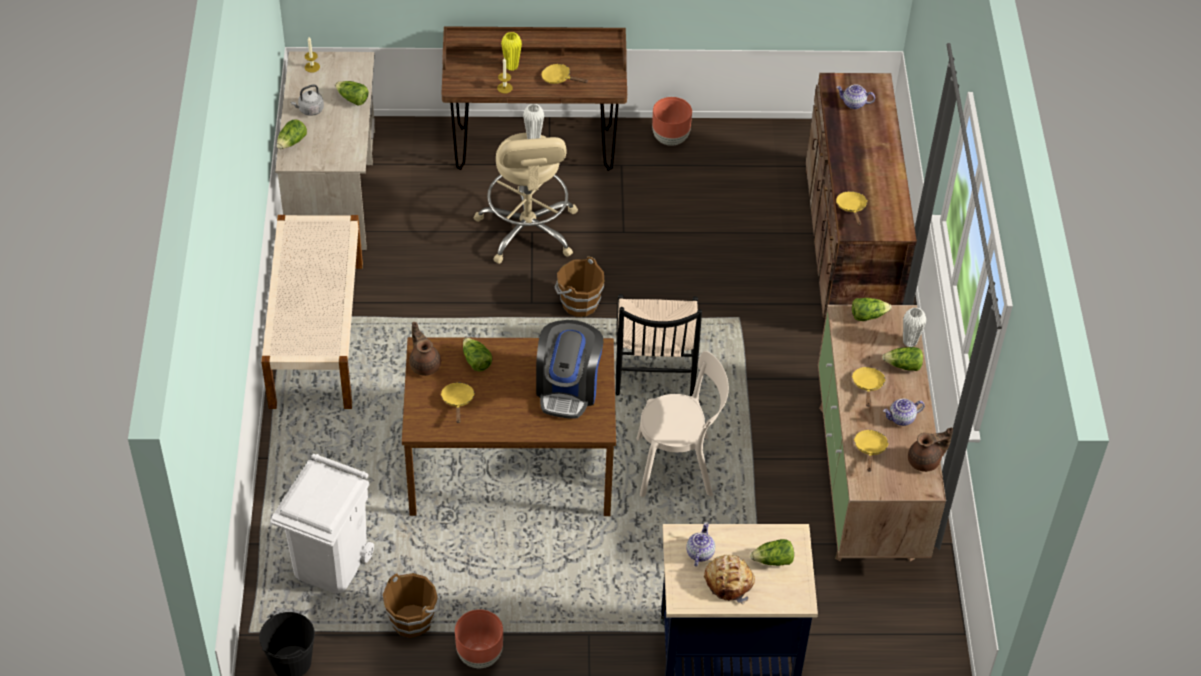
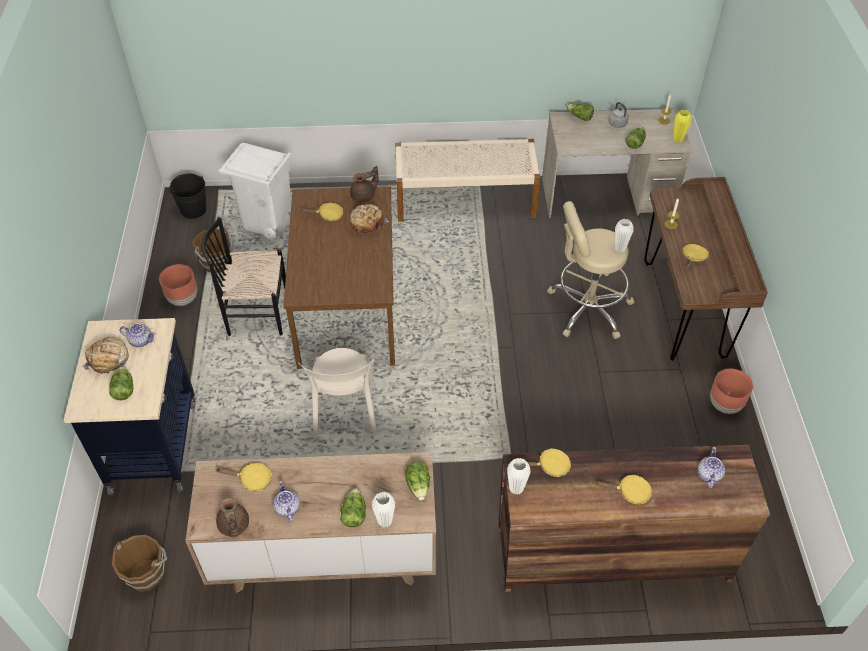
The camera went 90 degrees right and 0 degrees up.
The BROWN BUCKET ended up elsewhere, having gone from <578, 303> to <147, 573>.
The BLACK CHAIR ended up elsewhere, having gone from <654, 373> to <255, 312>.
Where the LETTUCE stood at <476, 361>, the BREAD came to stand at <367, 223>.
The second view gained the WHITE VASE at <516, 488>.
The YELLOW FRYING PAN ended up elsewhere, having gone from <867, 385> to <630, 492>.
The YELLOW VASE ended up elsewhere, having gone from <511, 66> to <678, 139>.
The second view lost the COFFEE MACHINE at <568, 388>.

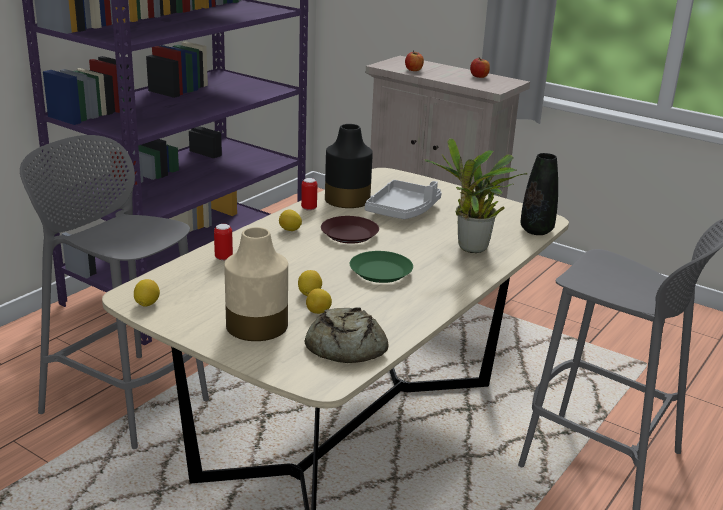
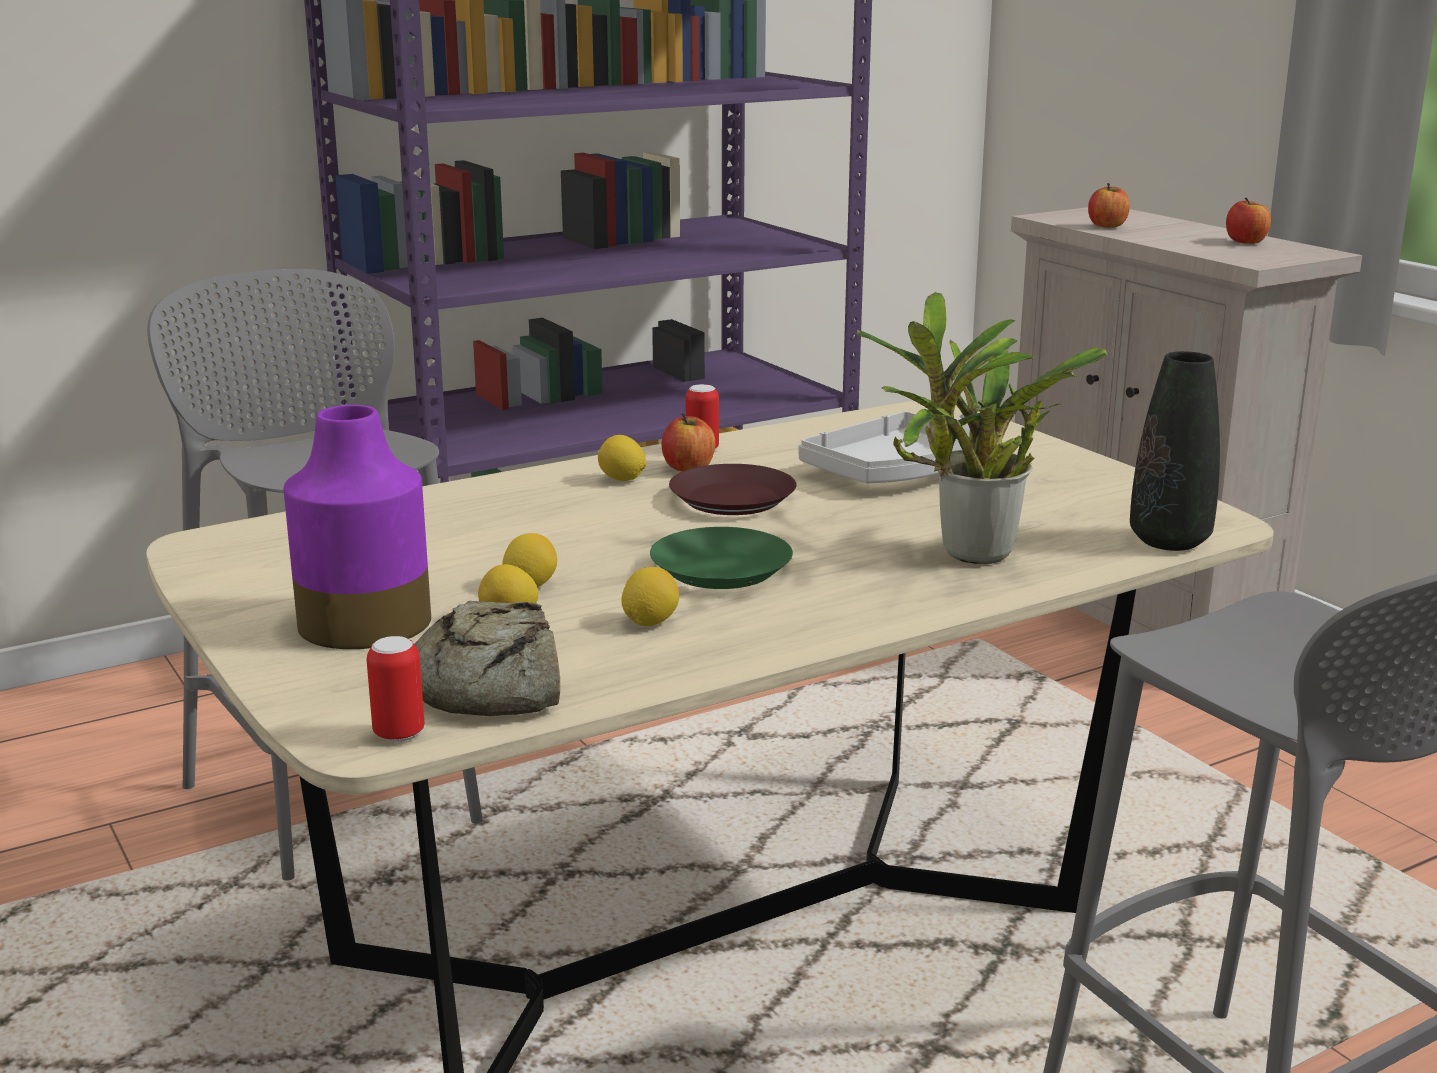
The camera went 25 degrees right and 5 degrees down.
What was the BEIGE VASE at <256, 325> turned into the PURPLE VASE at <363, 621>.
The CAN ended up elsewhere, having gone from <223, 258> to <399, 734>.
The LEMON ended up elsewhere, having gone from <147, 304> to <650, 622>.
The second view gained the APPLE at <688, 468>.
The second view lost the BLACK VASE at <347, 199>.

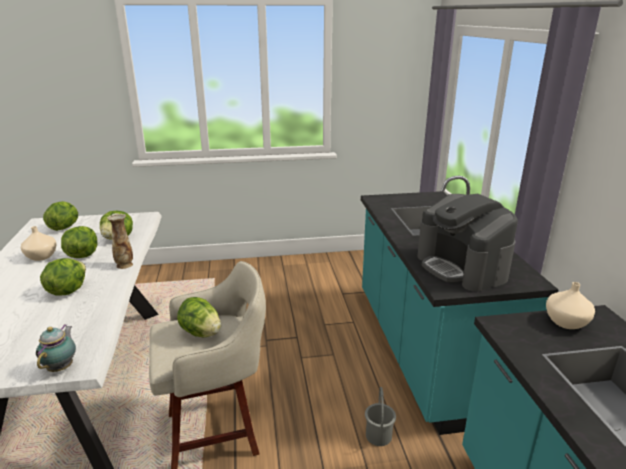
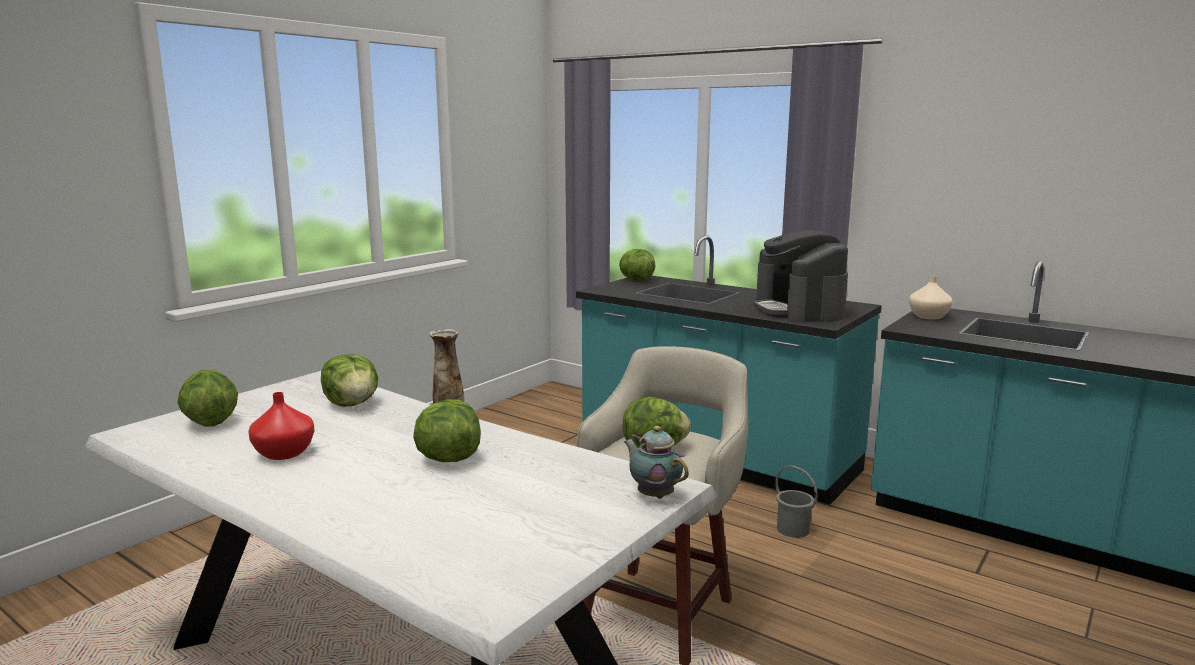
The camera went 45 degrees left and 10 degrees down.
What was the BEIGE VASE at <41, 256> turned into the RED VASE at <282, 453>.
The LETTUCE ended up elsewhere, having gone from <82, 255> to <635, 280>.
The COFFEE MACHINE at <462, 267> ended up facing another way, 60 degrees clockwise from before.

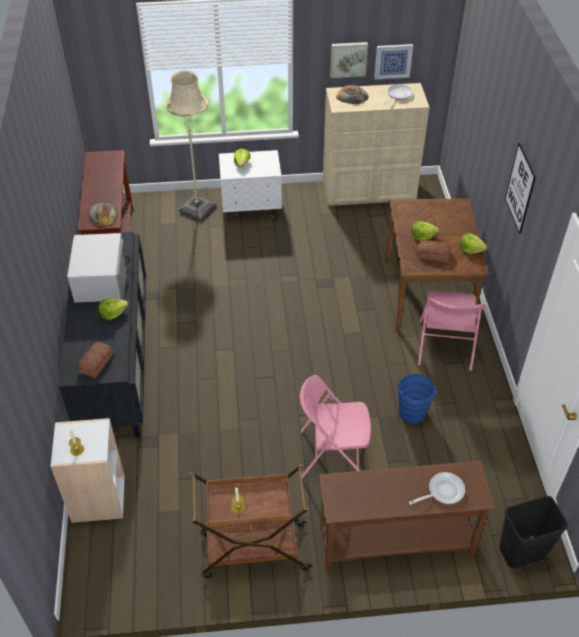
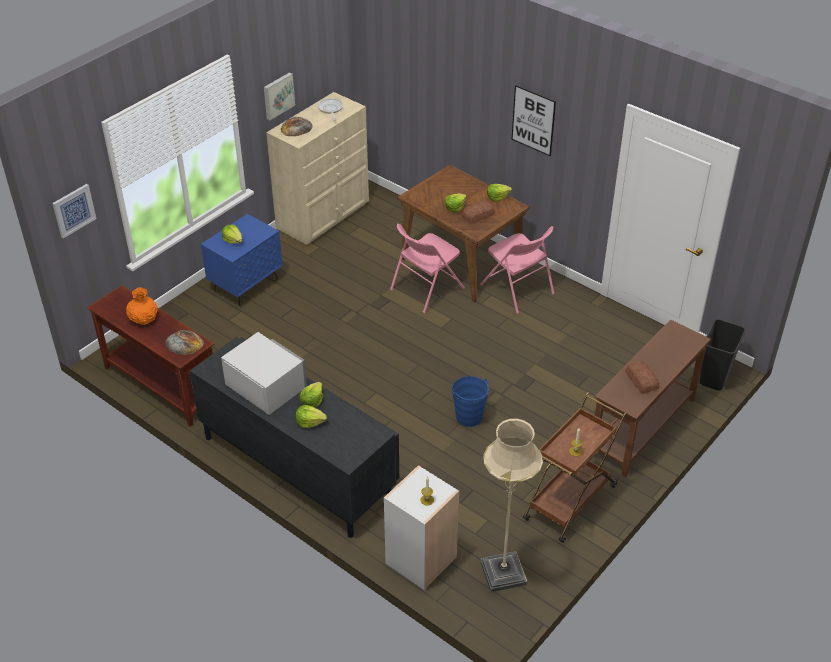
The camera went 45 degrees left and 5 degrees down.
The PICTURE ended up elsewhere, having gone from <393, 61> to <73, 210>.
The second view gained the ORANGE VASE at <144, 320>.
What was the WHITE NIGHTSTAND at <251, 209> turned into the BLUE NIGHTSTAND at <246, 285>.
The second view gained the LETTUCE at <310, 422>.
The PINK CHAIR ended up elsewhere, having gone from <333, 454> to <427, 289>.
The BLUE BUCKET ended up elsewhere, having gone from <412, 413> to <469, 417>.
The BEIGE FLOOR LAMP ended up elsewhere, having gone from <197, 209> to <503, 573>.
The BREAD ended up elsewhere, having gone from <97, 362> to <642, 380>.
The second view lost the FRYING PAN at <443, 491>.

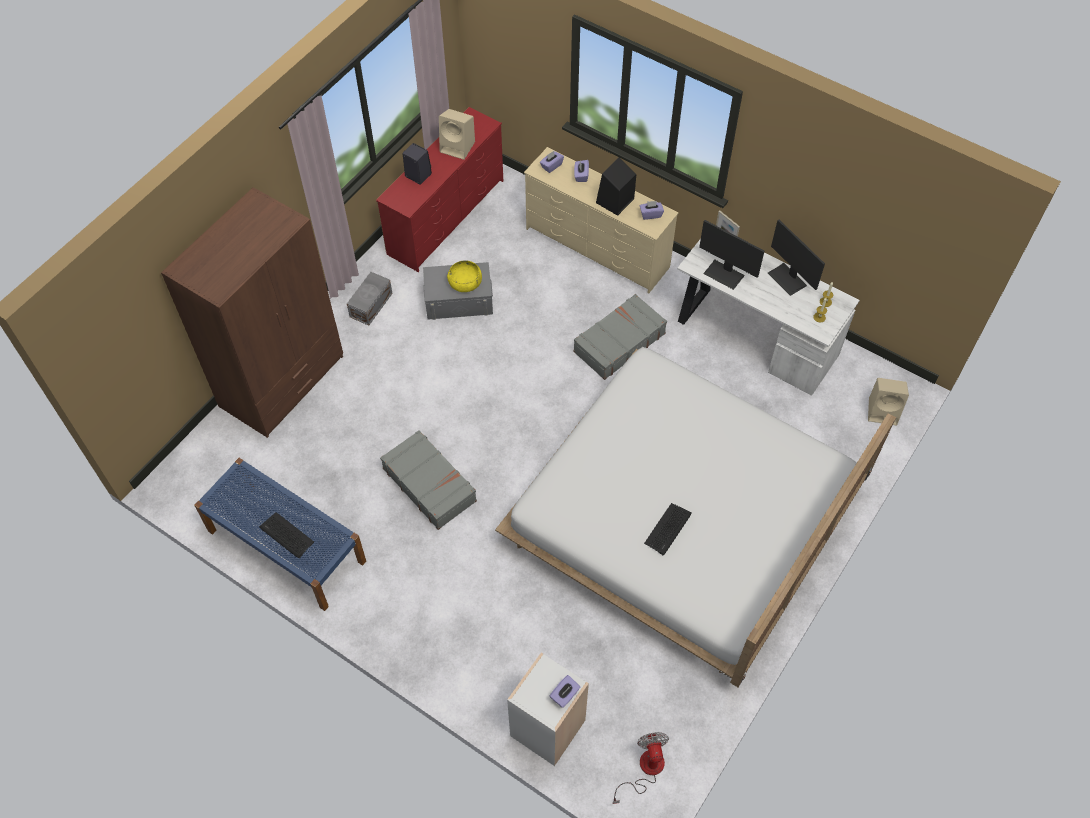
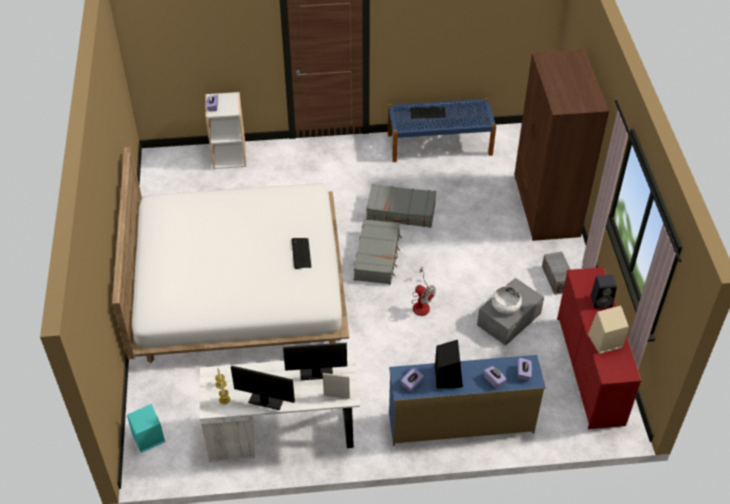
The camera went 140 degrees right and 10 degrees down.
What was the BEIGE SPEAKER at <883, 411> turned into the TURQUOISE SPEAKER at <147, 438>.
The KEYBOARD ended up elsewhere, having gone from <668, 529> to <301, 253>.
The GREY SUITCASE ended up elsewhere, having gone from <618, 342> to <377, 257>.
What was the BEIGE DRESSER at <596, 248> turned into the BLUE DRESSER at <461, 422>.
The FAN ended up elsewhere, having gone from <645, 770> to <421, 303>.
What was the YELLOW BOWL at <465, 282> turned into the WHITE BOWL at <506, 305>.

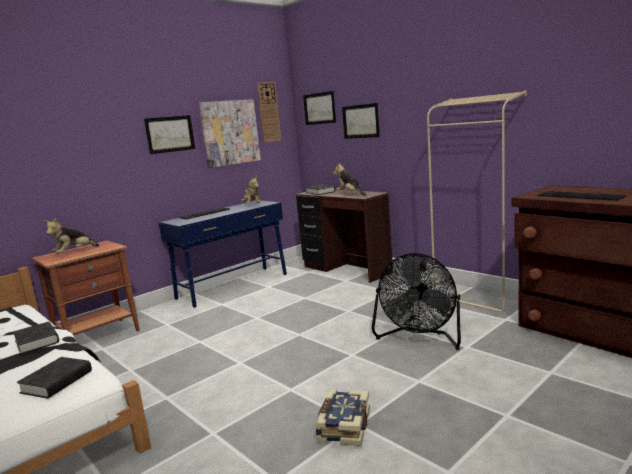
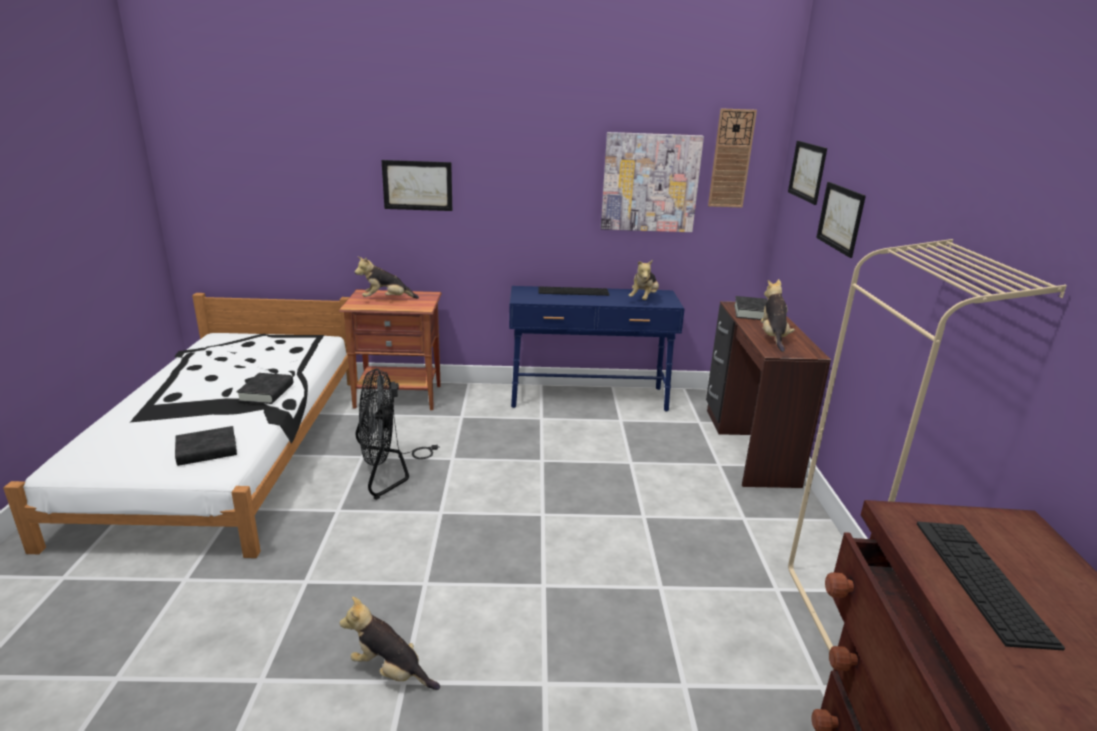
The camera went 40 degrees right and 10 degrees up.
Where the BOOK stood at <343, 426>, the PLUSH TOY came to stand at <390, 671>.
The BLACK FAN ended up elsewhere, having gone from <417, 336> to <389, 467>.
The PICTURE ended up elsewhere, having gone from <170, 134> to <417, 185>.

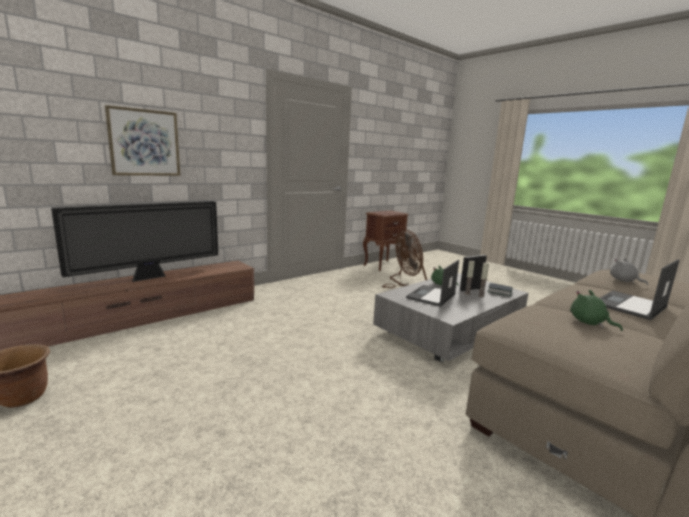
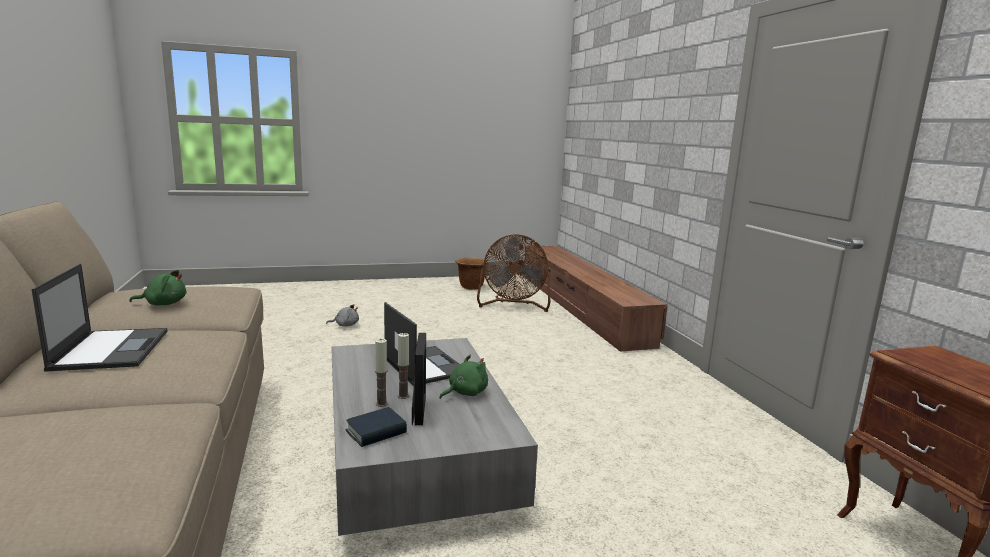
The camera went 115 degrees right and 0 degrees up.
The GREY PLUSH TOY ended up elsewhere, having gone from <624, 281> to <345, 325>.
The BROWN FAN ended up elsewhere, having gone from <402, 282> to <511, 305>.
The second view lost the TELEVISION at <150, 277>.
The second view lost the PICTURE at <144, 143>.

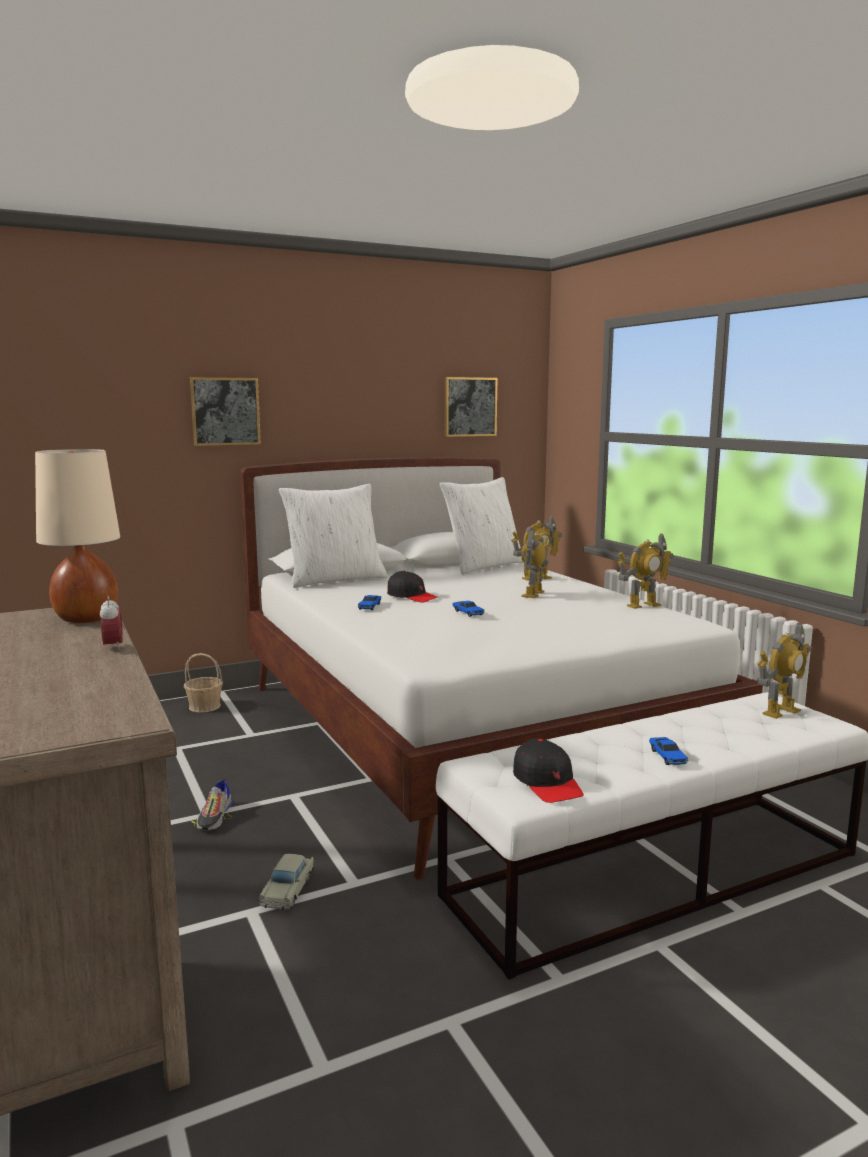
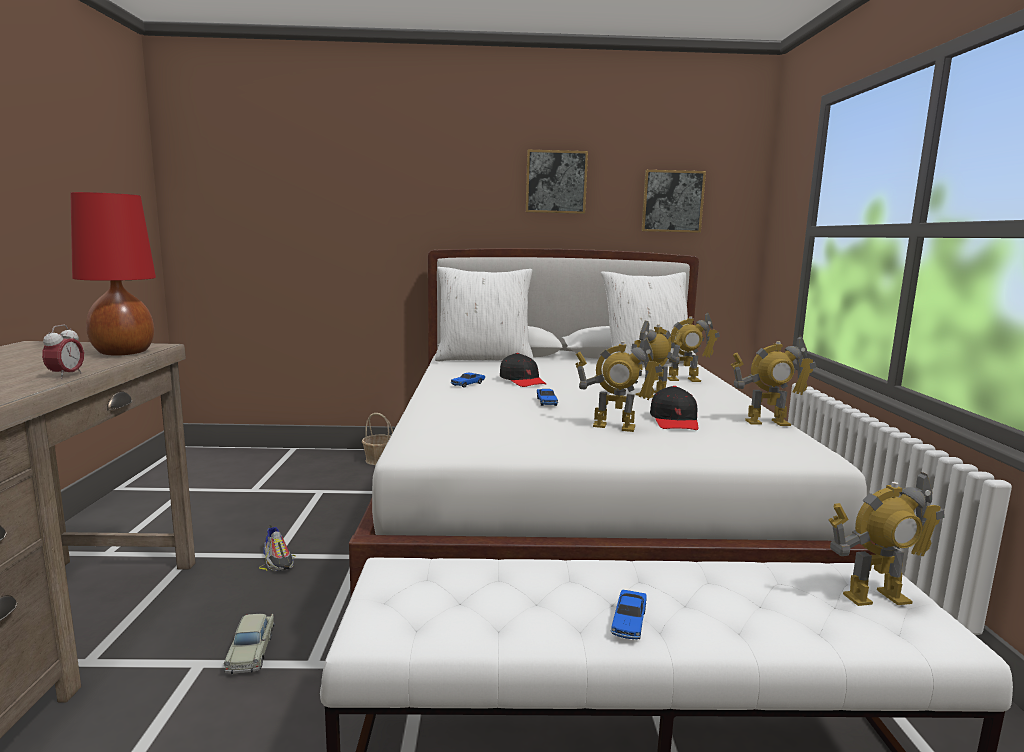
The camera went 25 degrees right and 0 degrees up.
What was the BEIGE TABLE LAMP at <86, 618> turned into the RED TABLE LAMP at <124, 352>.
The BEIGE TOY CAR at <288, 890> ended up facing another way, 45 degrees counterclockwise from before.
The SHOE at <215, 817> ended up facing another way, 60 degrees counterclockwise from before.
The PICTURE ended up elsewhere, having gone from <225, 411> to <556, 182>.
The second view gained the TOY ROBOT at <614, 426>.
The BLACK CAP ended up elsewhere, having gone from <547, 783> to <674, 421>.

